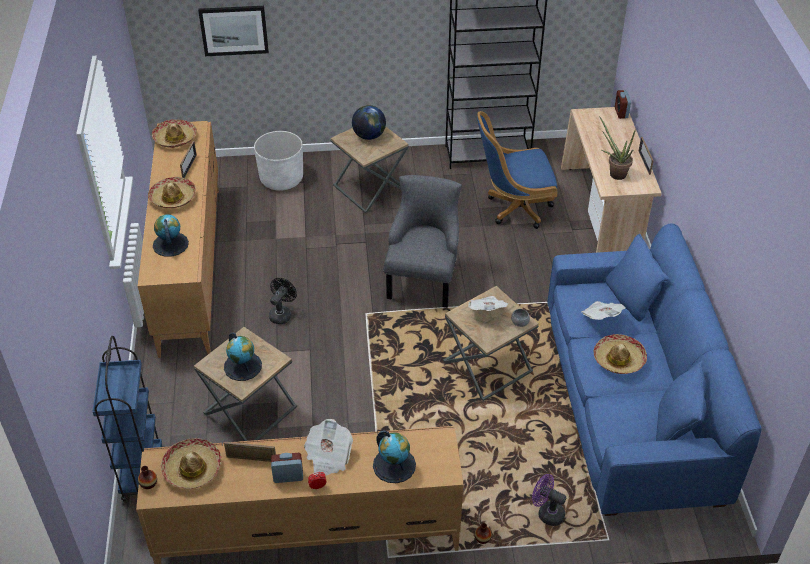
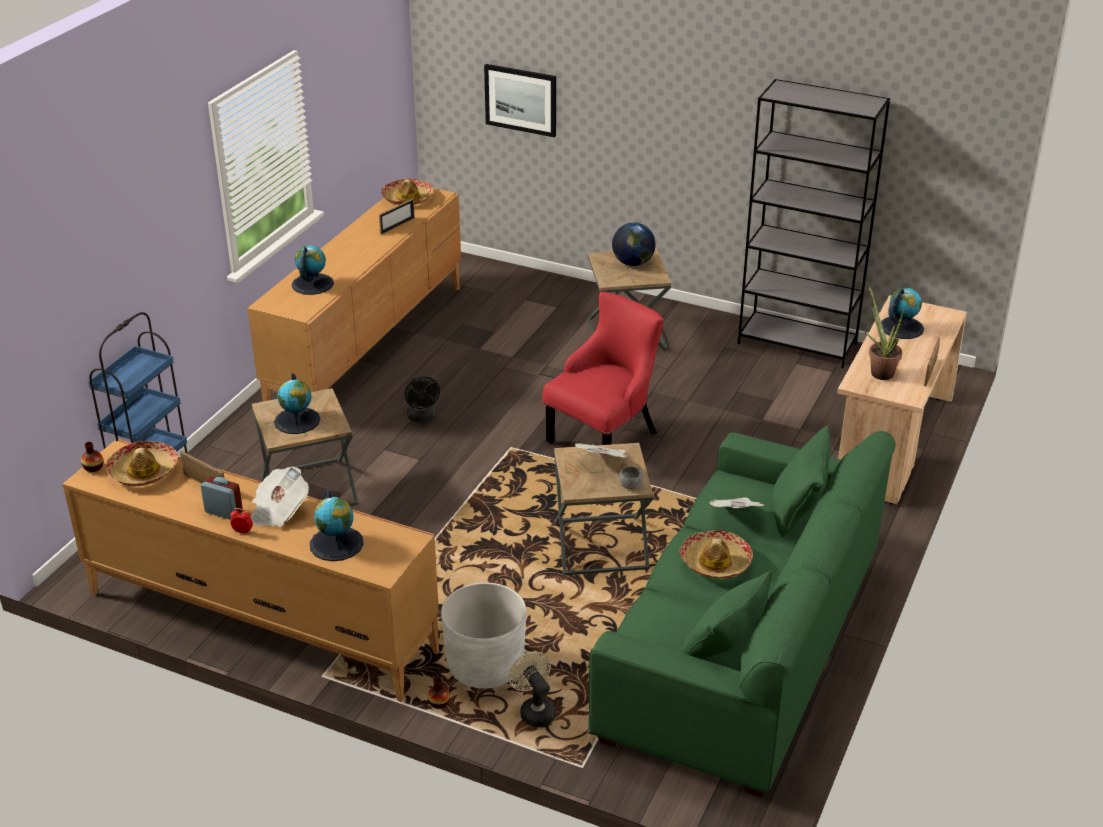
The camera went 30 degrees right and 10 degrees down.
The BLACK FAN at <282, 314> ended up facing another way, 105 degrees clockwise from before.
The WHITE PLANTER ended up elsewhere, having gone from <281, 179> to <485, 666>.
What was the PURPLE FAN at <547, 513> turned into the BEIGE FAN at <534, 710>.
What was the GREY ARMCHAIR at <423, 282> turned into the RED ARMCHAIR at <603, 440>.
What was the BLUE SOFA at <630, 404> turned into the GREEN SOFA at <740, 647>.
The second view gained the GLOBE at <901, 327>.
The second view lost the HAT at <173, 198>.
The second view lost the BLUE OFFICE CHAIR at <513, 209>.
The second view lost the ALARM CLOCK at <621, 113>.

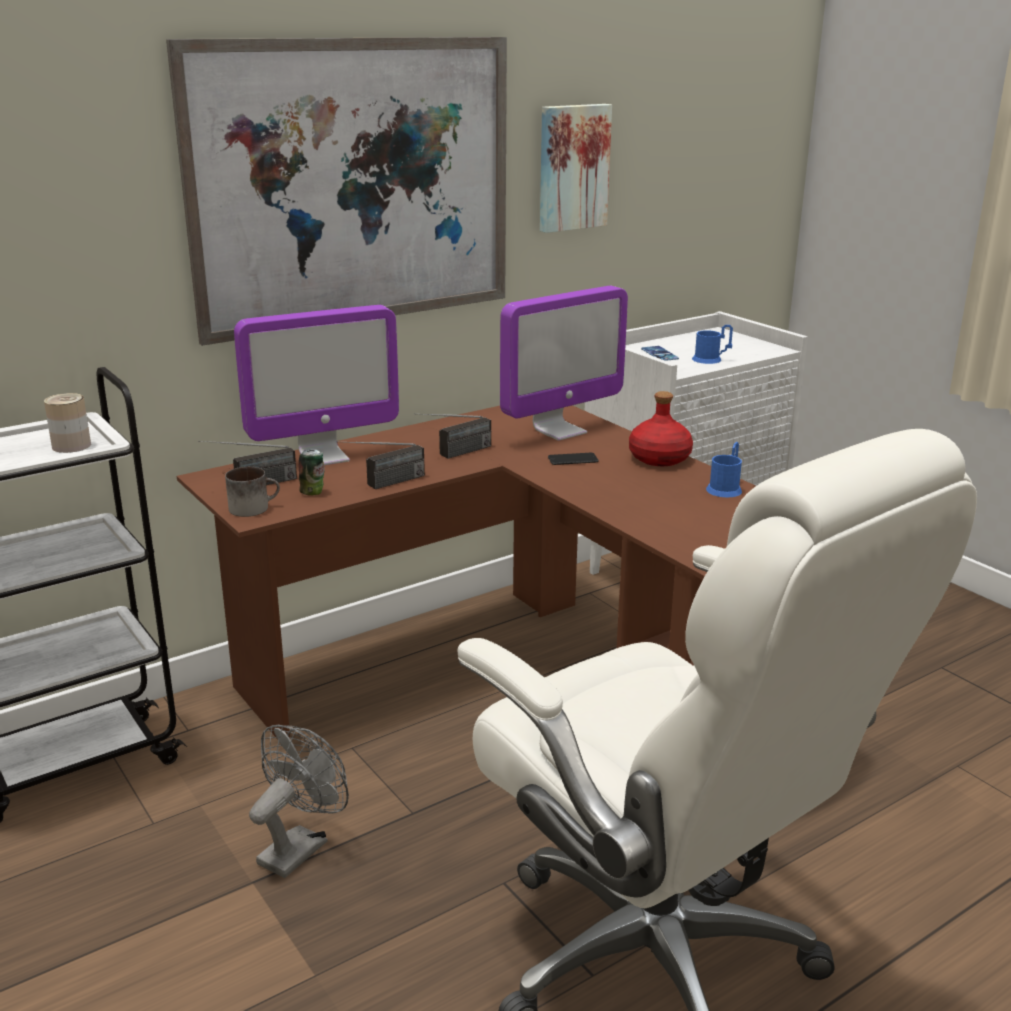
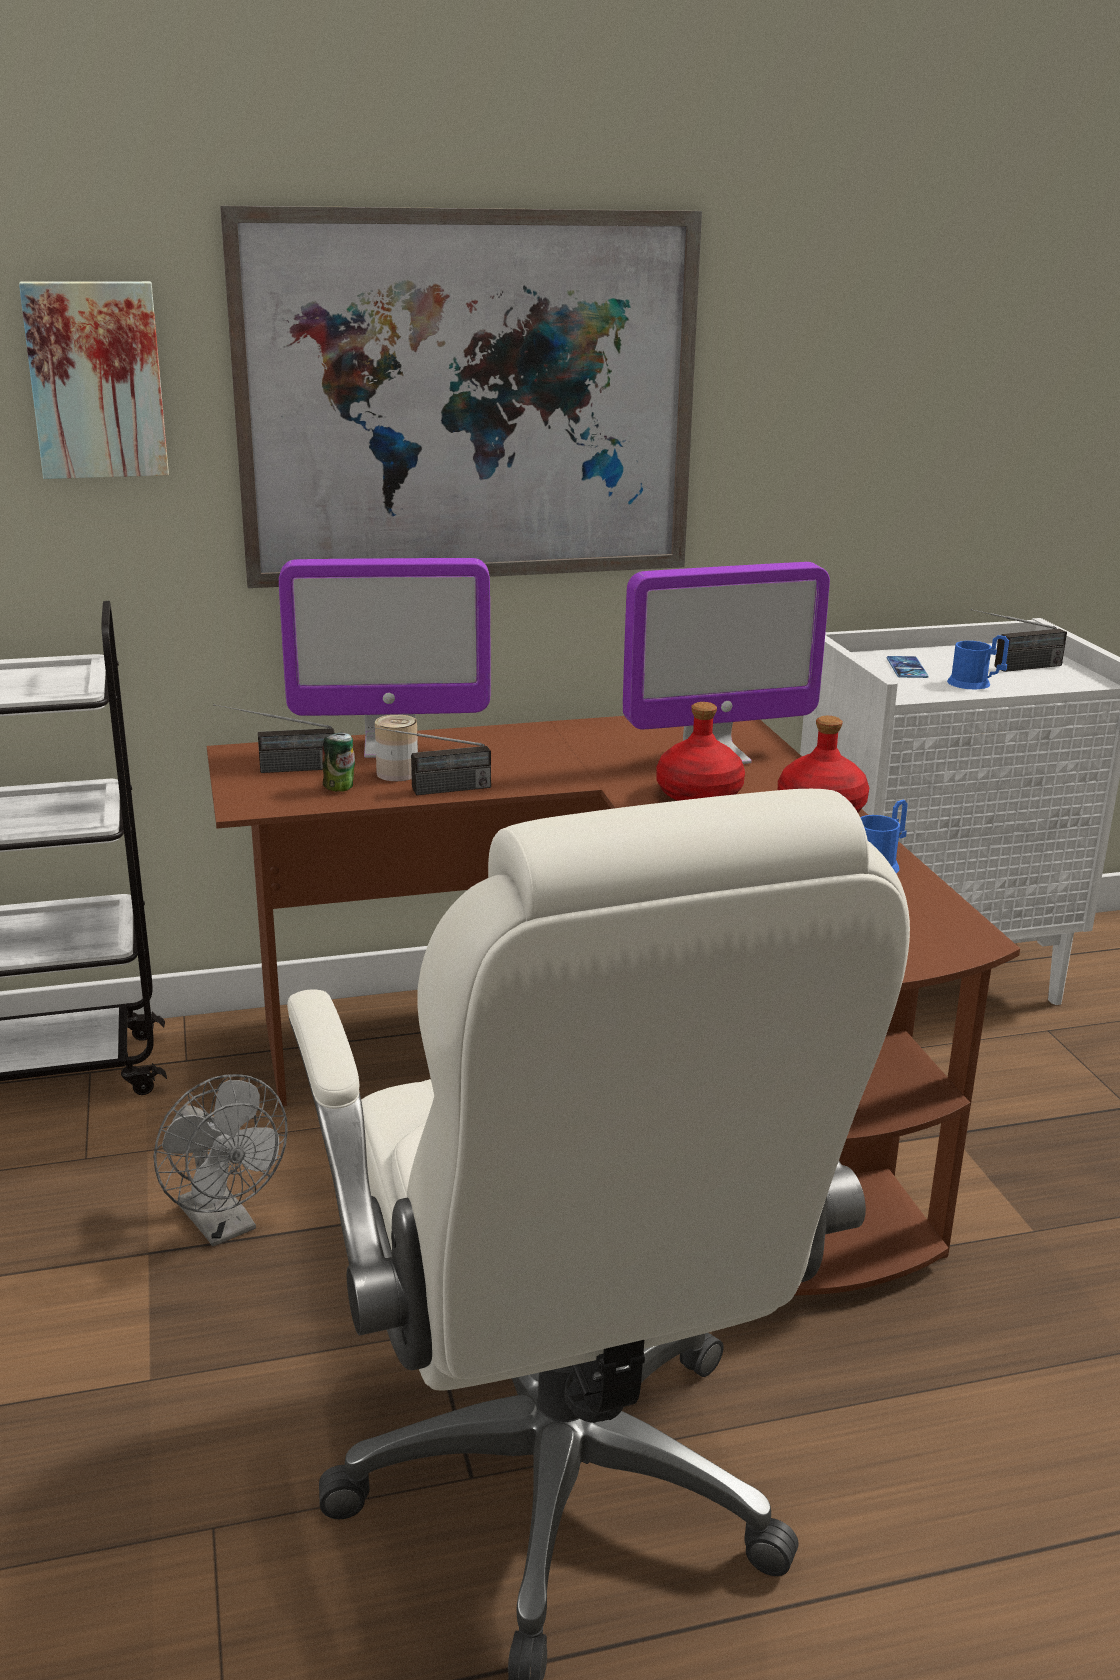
The camera went 20 degrees right and 0 degrees up.
The PICTURE ended up elsewhere, having gone from <572, 167> to <96, 380>.
The GREY FAN at <299, 846> ended up facing another way, 90 degrees clockwise from before.
The CAN ended up elsewhere, having gone from <71, 446> to <397, 773>.
Where the PHONE stood at <573, 460>, the RED BOTTLE came to stand at <700, 795>.
The RADIO ended up elsewhere, having gone from <454, 454> to <1013, 668>.
The second view lost the MUG at <254, 507>.

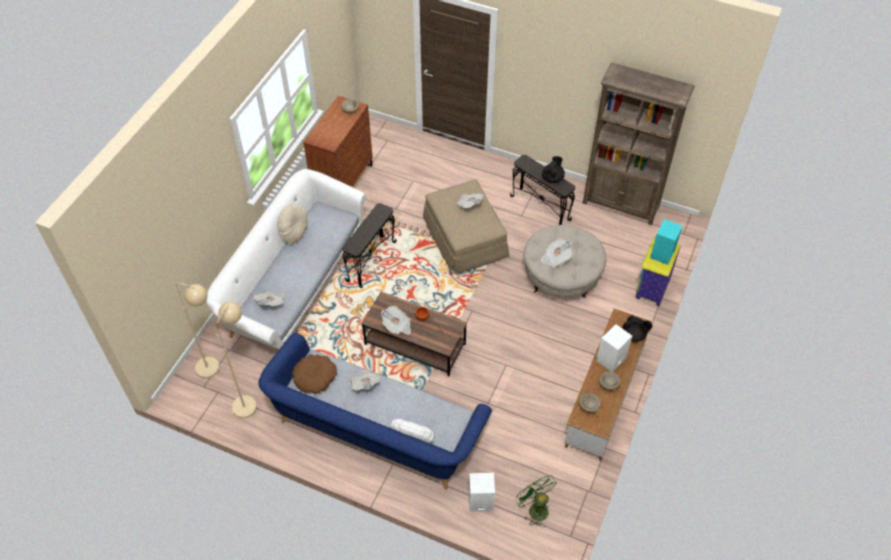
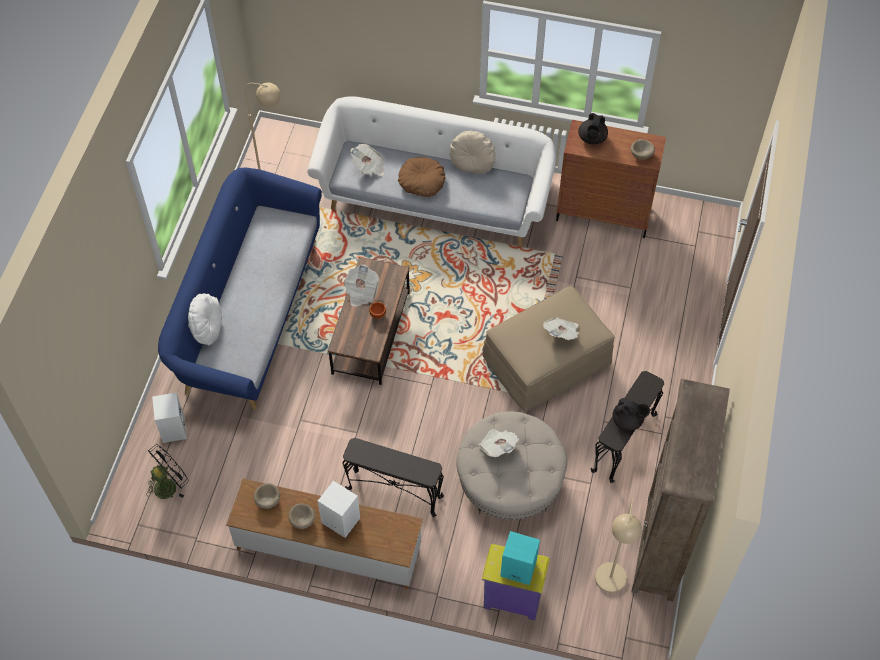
The camera went 80 degrees right and 5 degrees up.
What was the GREEN FAN at <535, 508> turned into the BLACK FAN at <169, 484>.
The BLACK SIDE TABLE ended up elsewhere, having gone from <371, 261> to <394, 493>.
The BROWN PILLOW ended up elsewhere, having gone from <314, 377> to <422, 181>.
The BLACK TEAPOT ended up elsewhere, having gone from <634, 335> to <592, 138>.
The BEIGE FLOOR LAMP ended up elsewhere, having gone from <214, 370> to <609, 587>.
The second view lost the NEWSPAPER at <365, 384>.

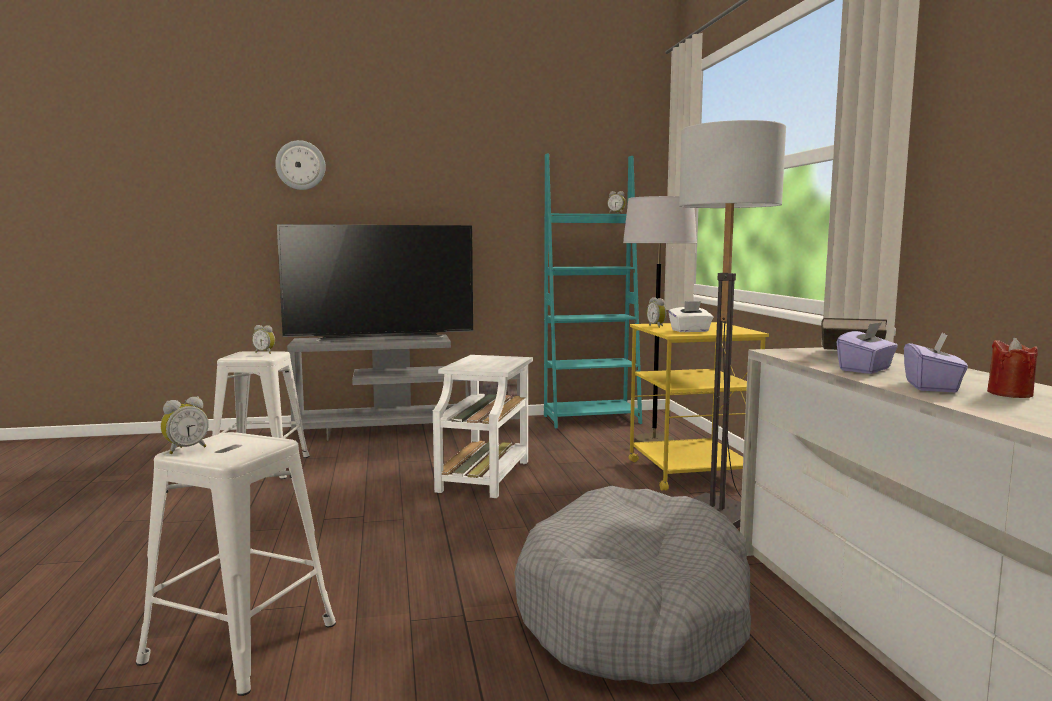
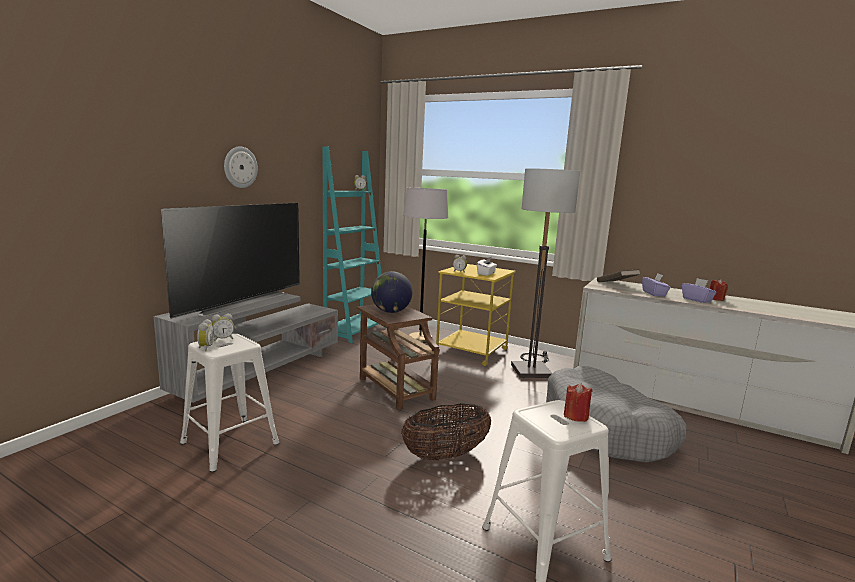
The camera went 50 degrees left and 5 degrees up.
The ALARM CLOCK ended up elsewhere, having gone from <185, 449> to <205, 348>.
The WALL CLOCK ended up elsewhere, having gone from <300, 165> to <240, 167>.
What was the WHITE SIDE TABLE at <485, 476> turned into the BROWN SIDE TABLE at <395, 388>.
The second view gained the GLOBE at <391, 312>.
The second view gained the BASKET at <445, 455>.
The second view gained the RED CANDLE at <576, 416>.

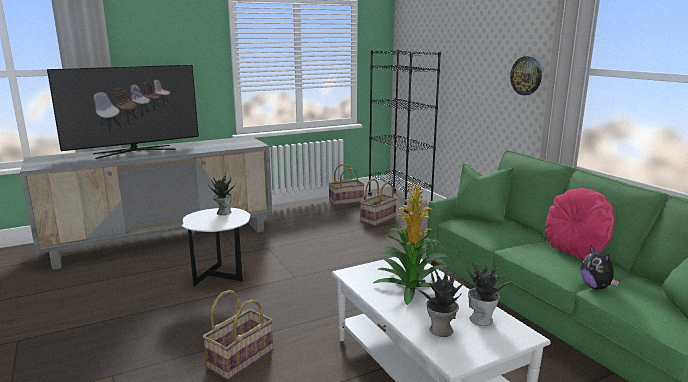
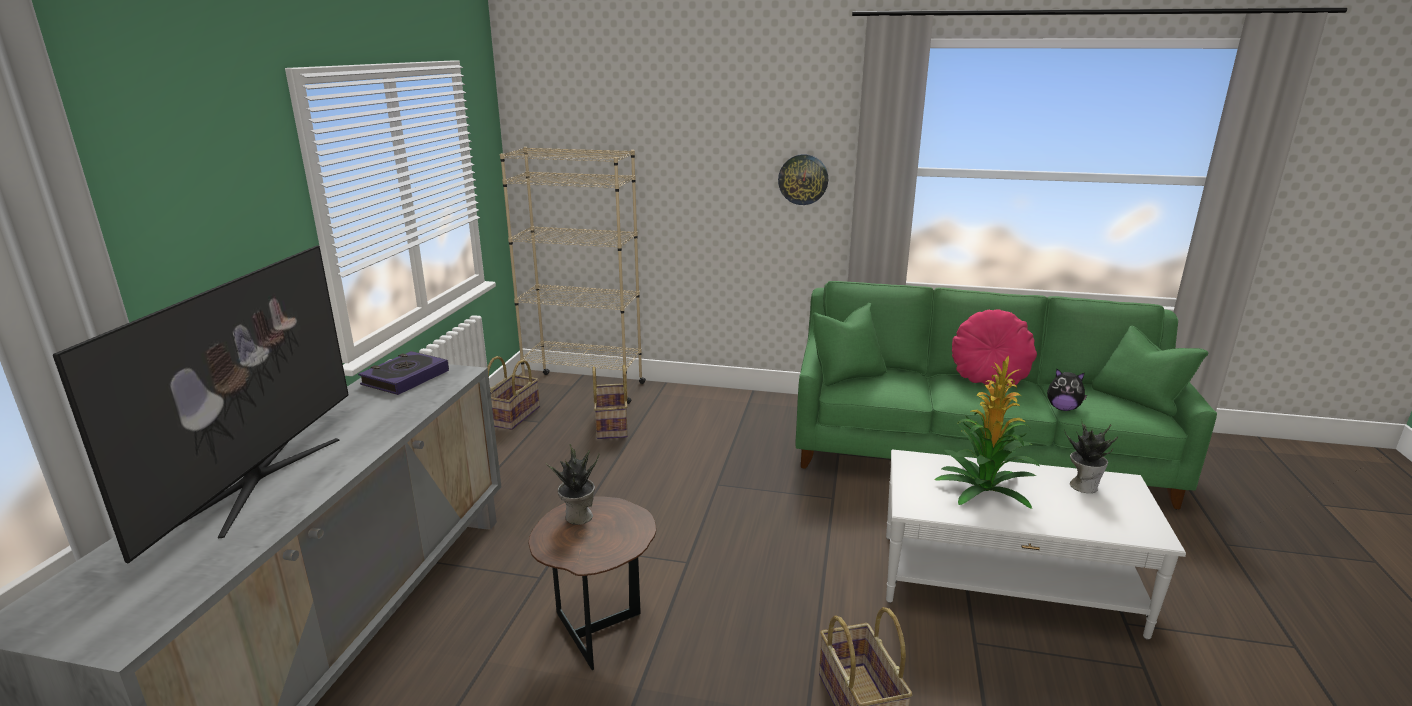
The camera went 50 degrees left and 5 degrees up.
The second view gained the BOOK at <405, 378>.
What was the BLACK BOOKCASE at <399, 201> turned into the BEIGE BOOKCASE at <584, 388>.
What was the WHITE SIDE TABLE at <221, 277> turned into the BROWN SIDE TABLE at <599, 629>.
The second view lost the POTTED PLANT at <440, 330>.

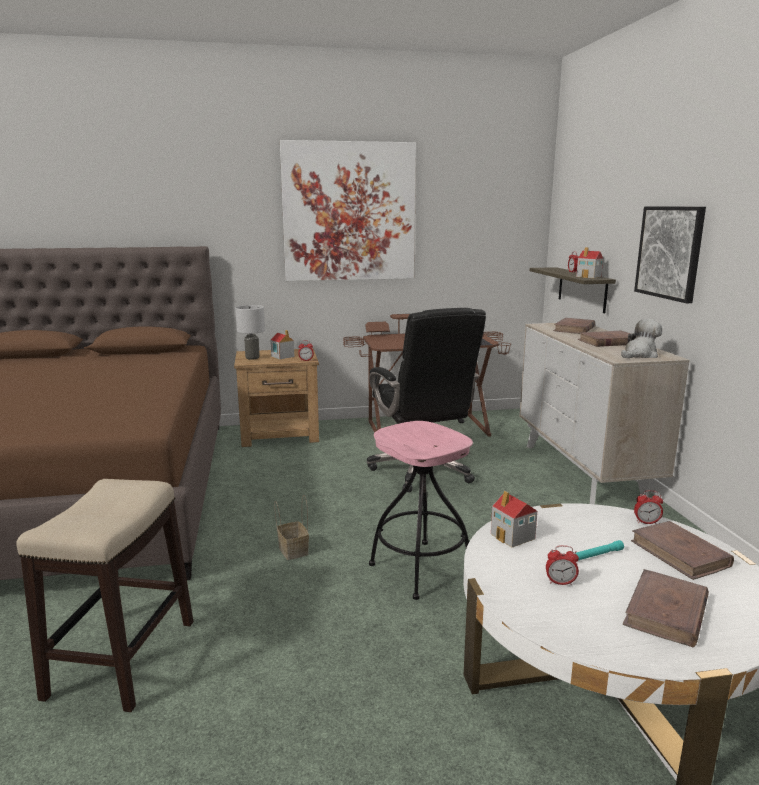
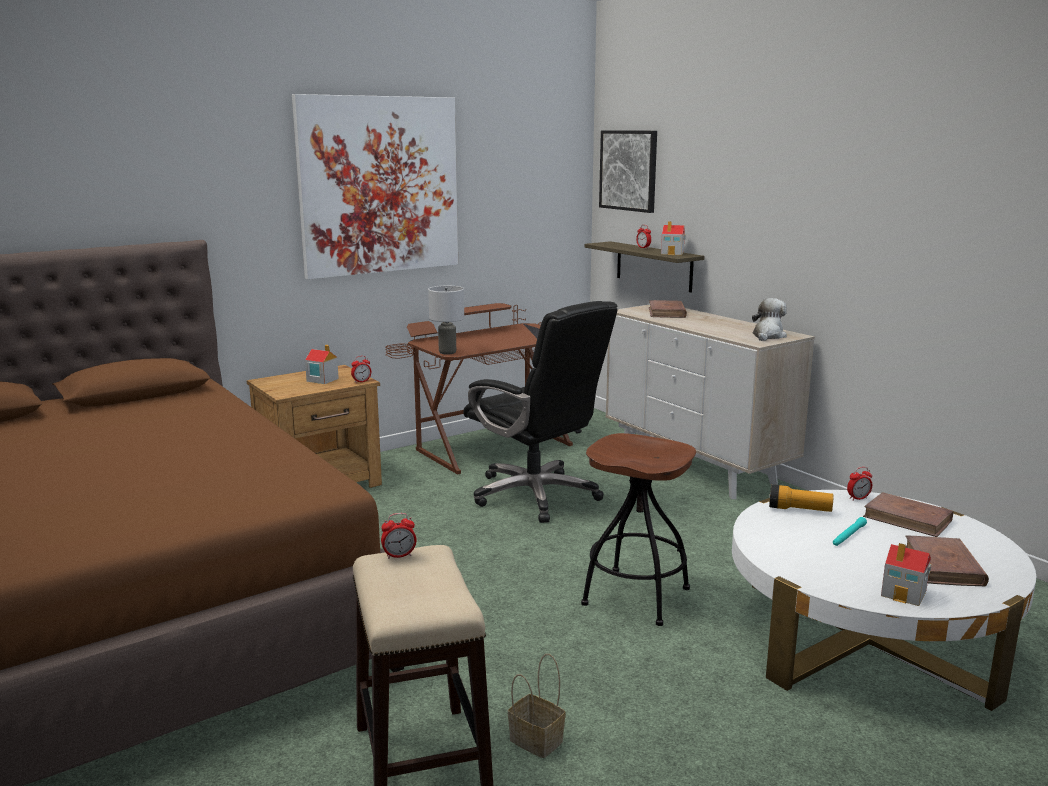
The camera went 25 degrees left and 0 degrees up.
The ALARM CLOCK ended up elsewhere, having gone from <560, 582> to <399, 556>.
The WHITE TABLE LAMP ended up elsewhere, having gone from <253, 358> to <448, 352>.
The BASKET ended up elsewhere, having gone from <292, 550> to <534, 740>.
What was the PINK STOOL at <421, 569> turned into the BROWN STOOL at <636, 596>.
The PICTURE ended up elsewhere, having gone from <670, 252> to <629, 170>.
The second view gained the FLASHLIGHT at <799, 510>.
The TOY HOUSE ended up elsewhere, having gone from <513, 536> to <904, 593>.
The second view lost the BROWN BOOK at <608, 342>.

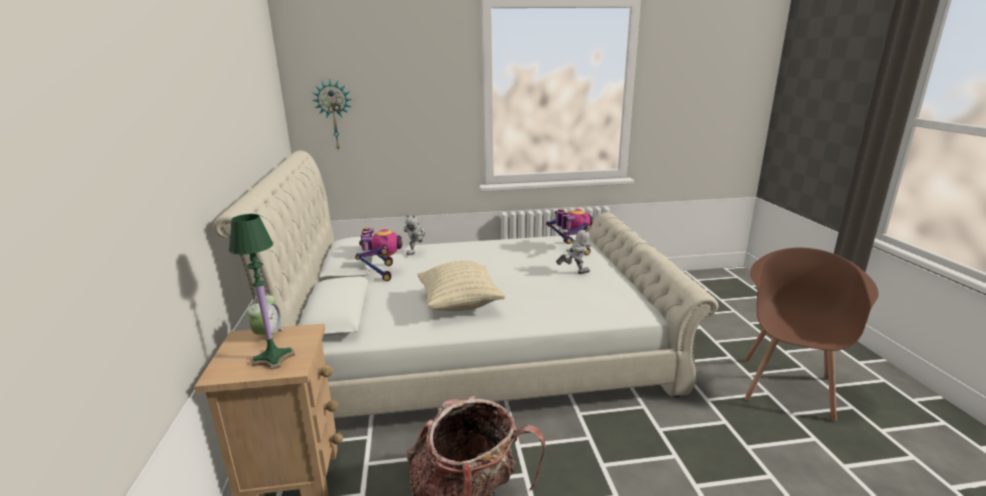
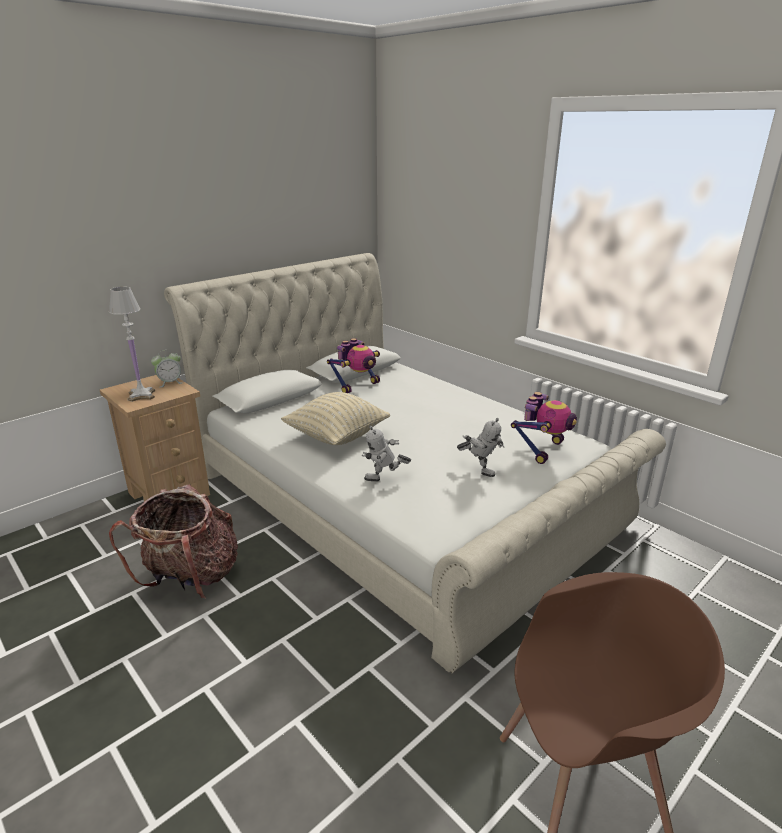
The camera went 55 degrees right and 5 degrees up.
What was the GREEN TABLE LAMP at <273, 359> turned into the WHITE TABLE LAMP at <141, 395>.
The TOY ROBOT ended up elsewhere, having gone from <417, 252> to <384, 480>.
The second view lost the WALL CLOCK at <334, 115>.

